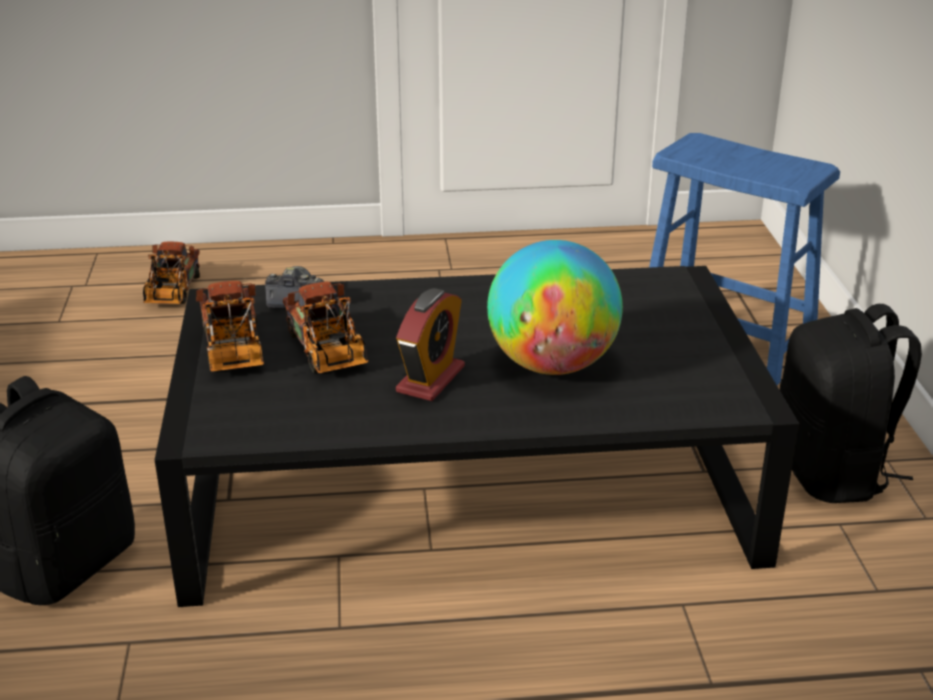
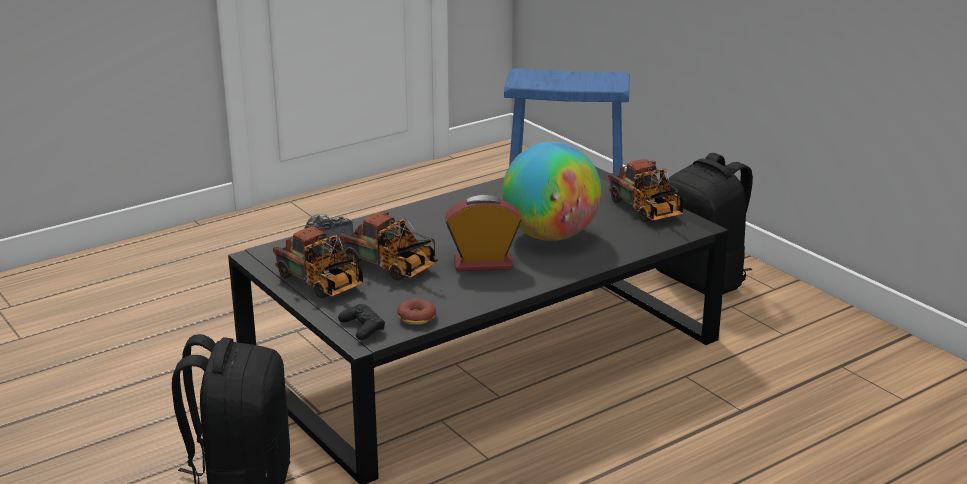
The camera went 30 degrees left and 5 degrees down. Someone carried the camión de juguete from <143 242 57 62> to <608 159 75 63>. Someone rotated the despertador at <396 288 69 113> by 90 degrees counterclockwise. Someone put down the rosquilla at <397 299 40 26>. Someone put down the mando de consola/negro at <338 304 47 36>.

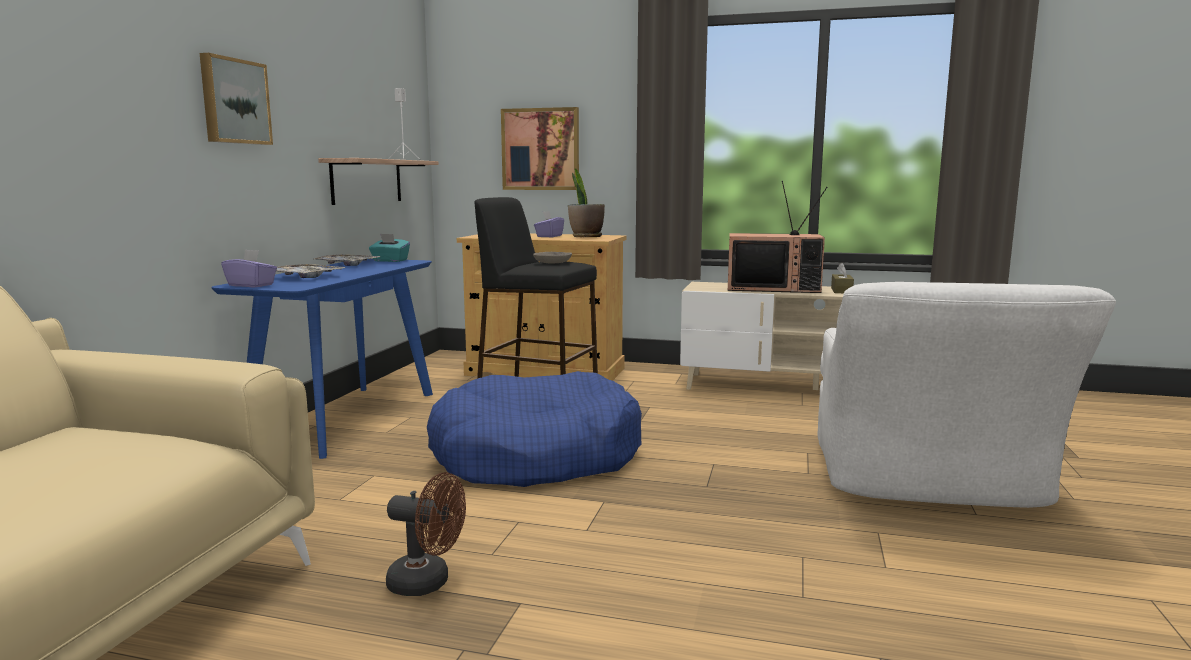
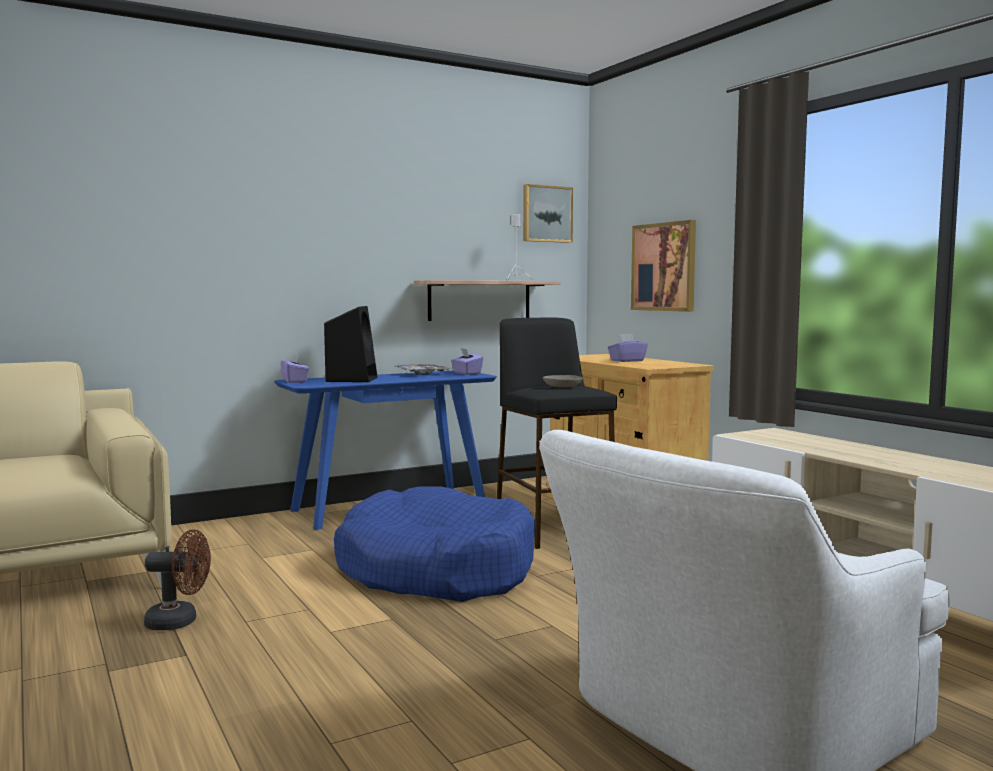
The camera went 45 degrees right and 5 degrees down. Someone carried the cuadro from <200 53 73 92> to <523 184 50 59>. Someone took away the planta en maceta at <568 168 37 69>. Someone took away the televisor at <728 181 100 112>. Someone repainted the caja de pañuelos/turquesa at <369 234 41 28>, which became the caja de pañuelos/morado at <451 348 32 27>. Someone took away the caja de pañuelos/marrón at <831 263 23 30>. Someone swapped the bandeja at <276 264 69 14> for the altavoz/negro at <324 306 54 76>. Someone rotated the ventilador/marrón at <386 472 80 124> by 60 degrees counterclockwise.

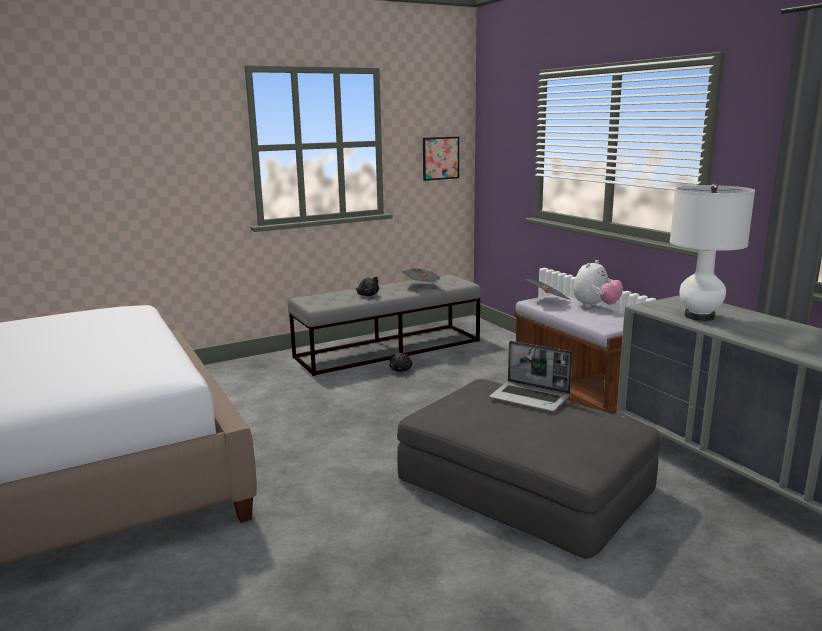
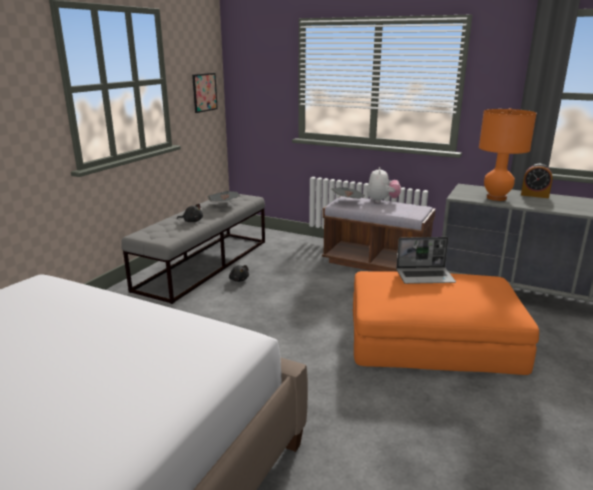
The camera went 35 degrees left and 5 degrees up. Someone repainted the lámpara de mesa/blanco at <670 184 85 137>, which became the lámpara de mesa/naranja at <479 108 58 93>. Someone repainted the puf/gris at <397 379 263 180>, which became the puf/naranja at <353 271 186 104>. Someone put down the despertador at <521 164 31 34>.

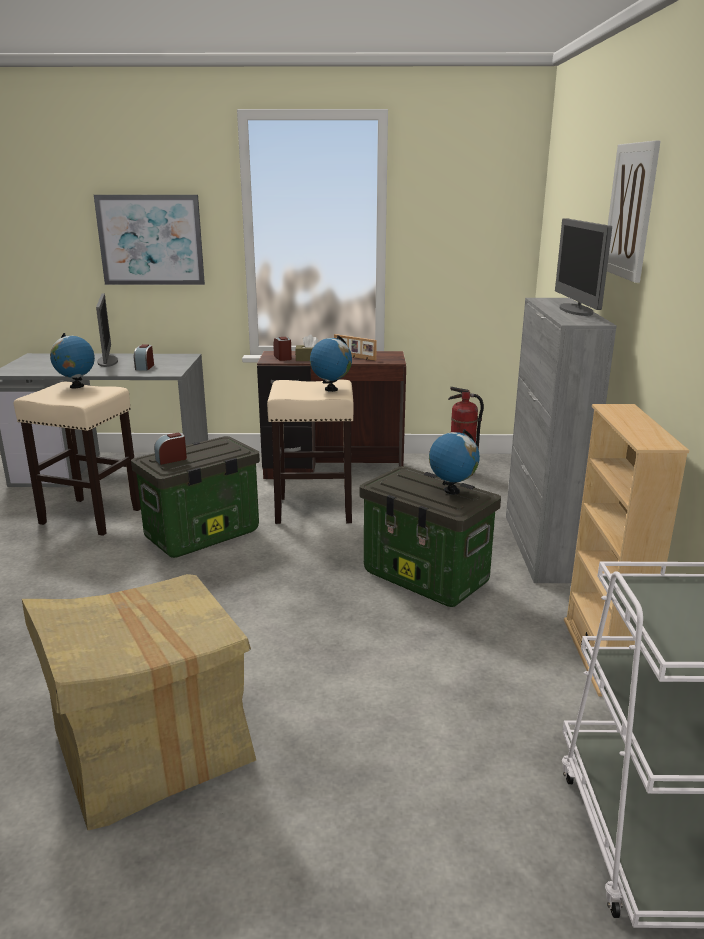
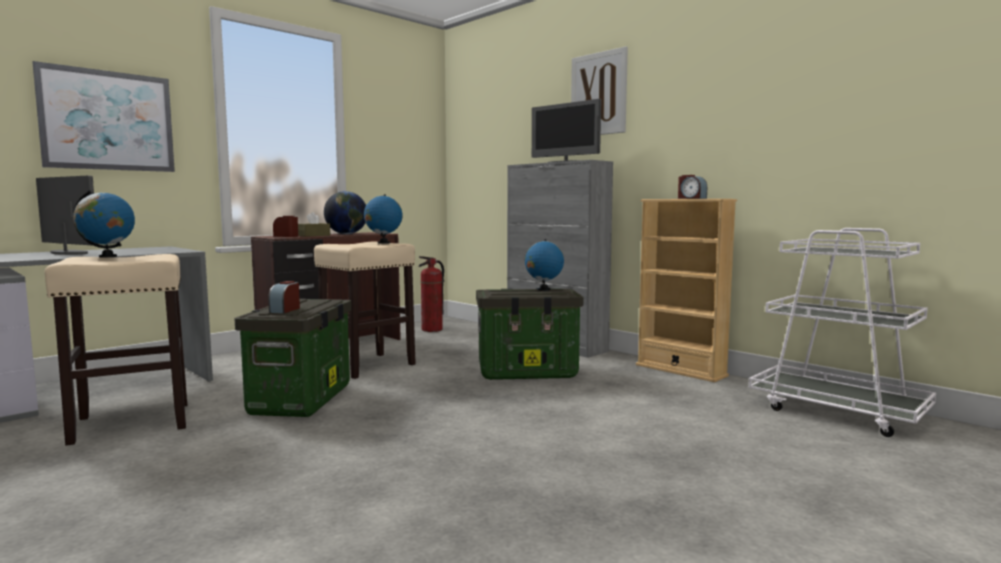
The camera went 45 degrees left and 15 degrees down. Someone swapped the portarretratos at <334 334 43 27> for the globo terráqueo at <324 191 42 43>. Someone carried the despertador from <134 344 20 26> to <678 175 29 24>. Someone took away the caja de cartón at <22 574 234 256>.

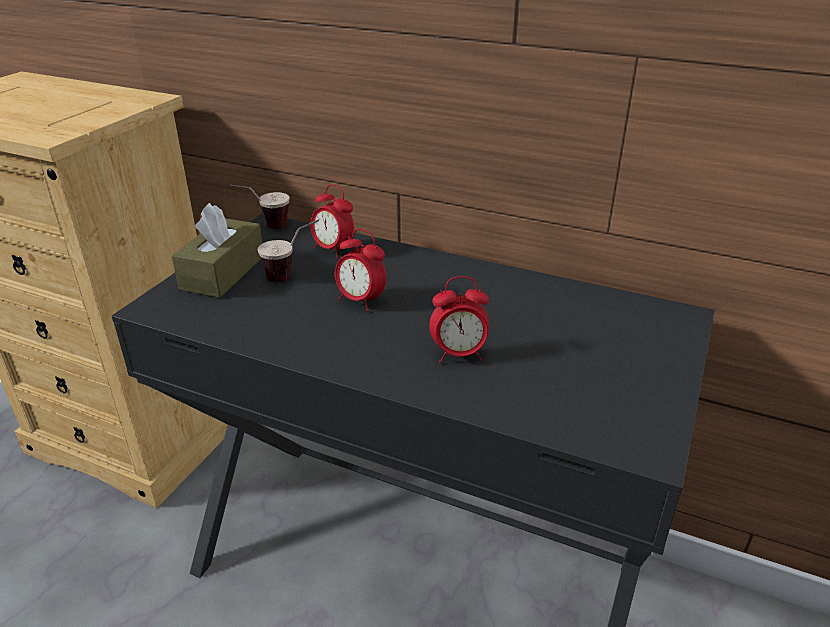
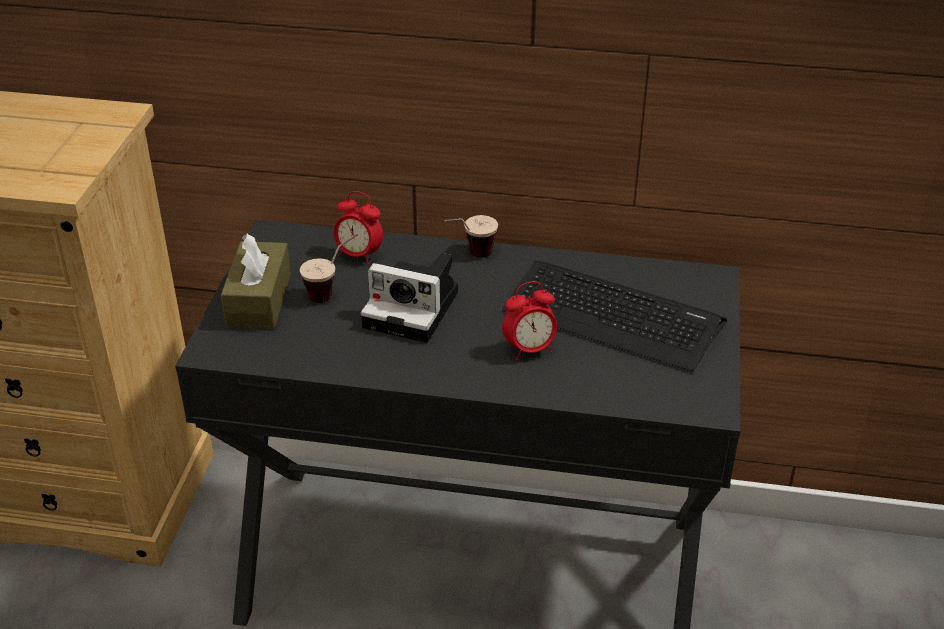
The camera went 15 degrees left and 5 degrees up. Someone carried the taza from <230 185 59 44> to <444 215 54 43>. Someone swapped the despertador at <335 229 51 82> for the cámara at <361 253 97 90>. Someone put down the teclado at <502 261 225 111>.

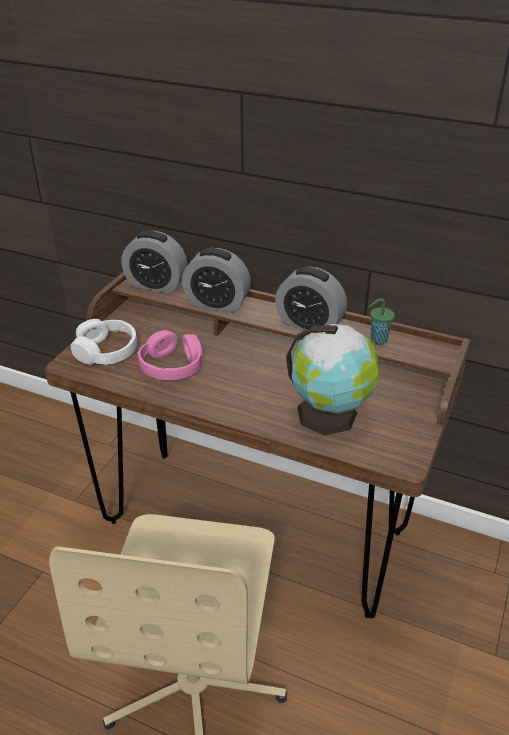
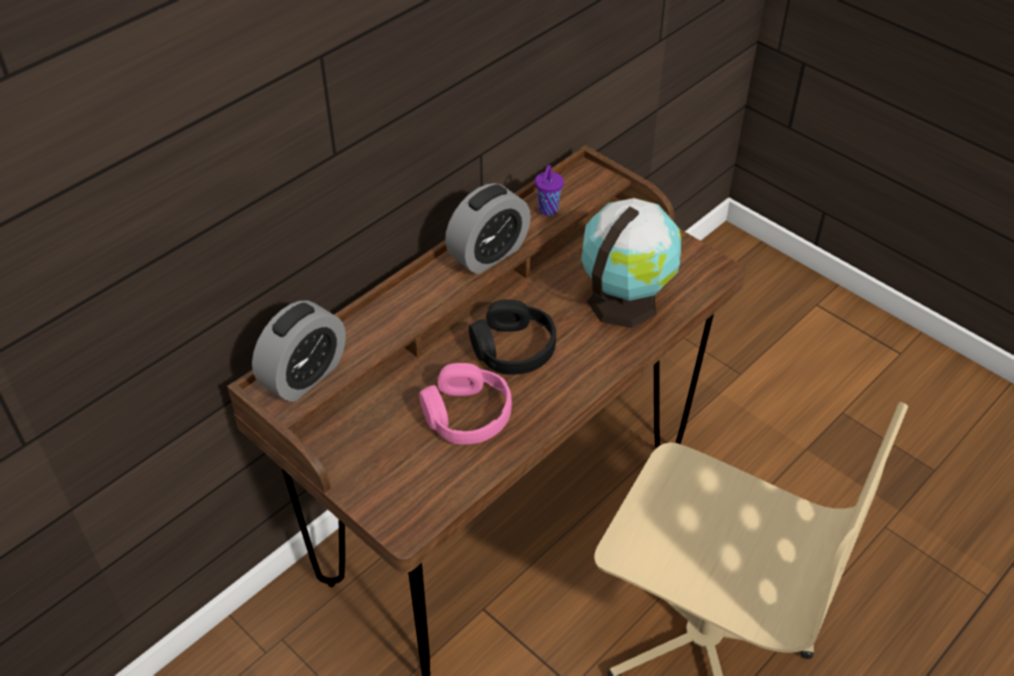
The camera went 70 degrees left and 10 degrees up. Someone took away the despertador at <182 248 69 65>. Someone repainted the taza/verde at <369 298 26 47>, which became the taza/morado at <535 165 29 51>. Someone took away the auriculares/blanco at <71 319 66 46>. Someone put down the auriculares/negro at <469 299 87 76>.

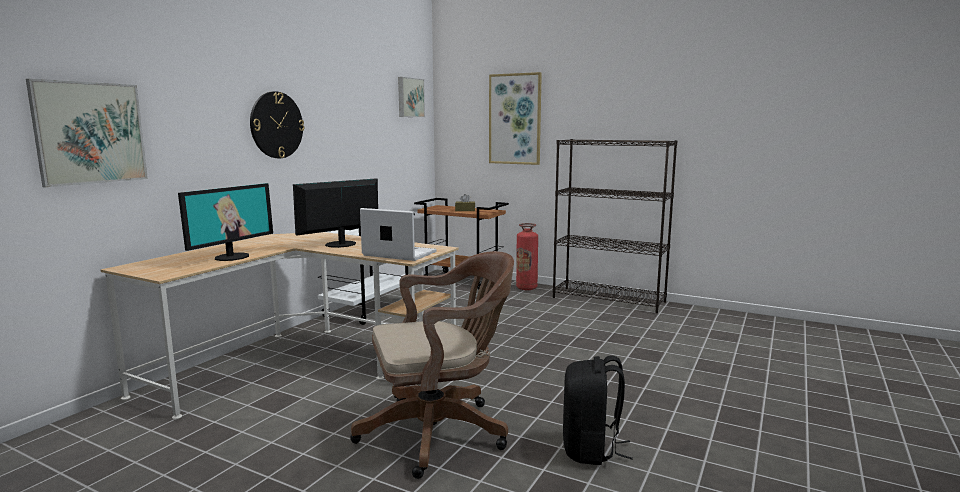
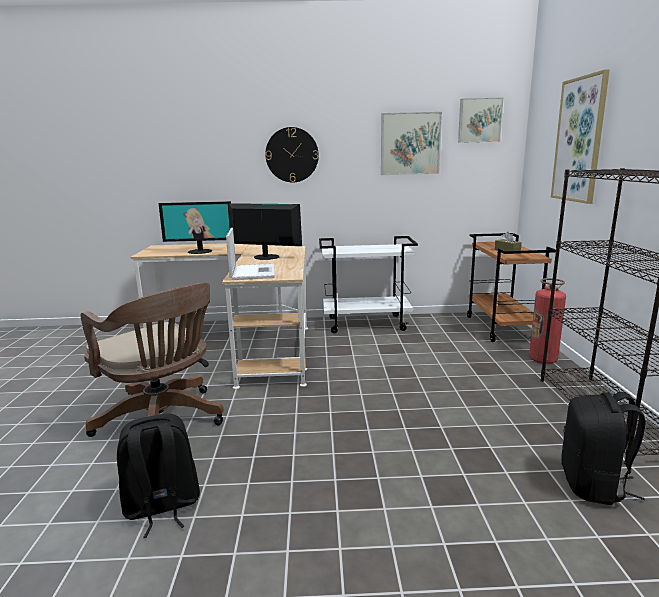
The camera went 60 degrees right and 5 degrees up. Someone carried the cuadro from <26 79 122 109> to <381 112 61 63>. Someone put down the mochila/negro at <561 392 84 113>.

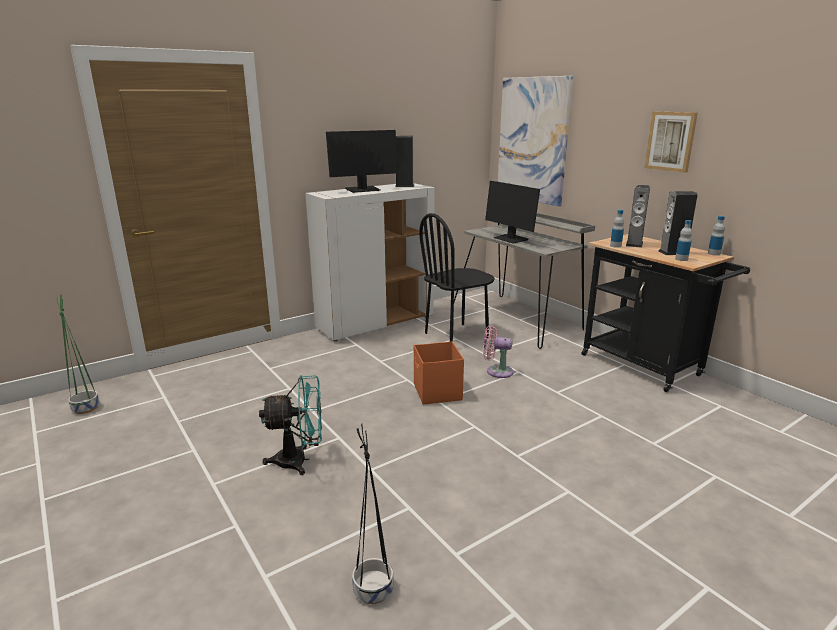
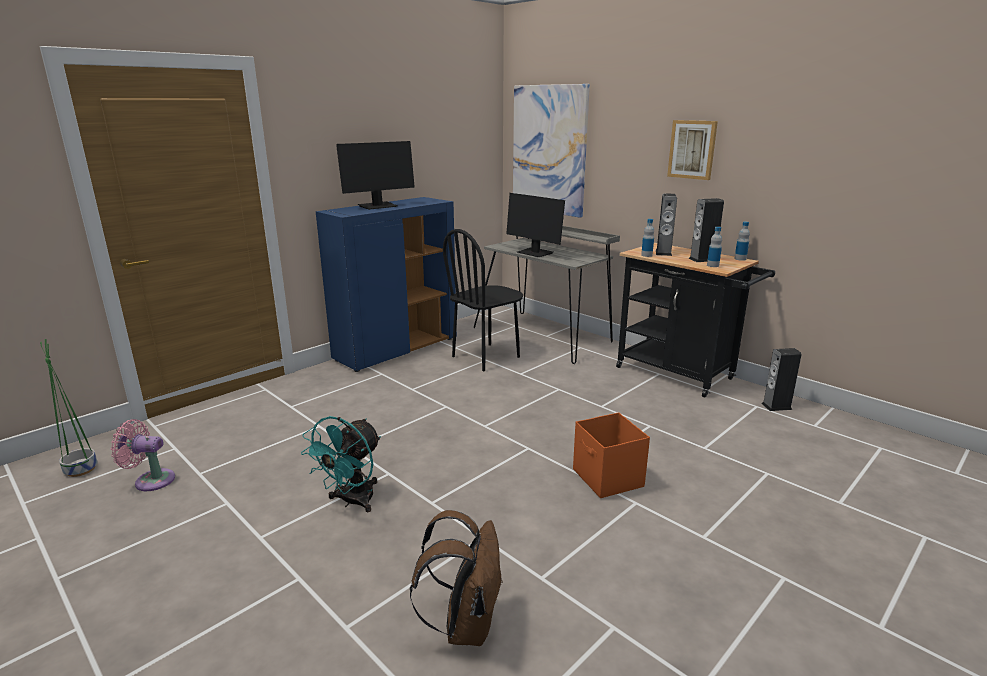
The camera went 10 degrees left and 0 degrees up. Someone carried the altavoz from <395 135 20 52> to <761 348 41 63>. Someone repainted the armario/blanco at <305 183 130 158>, which became the armario/azul at <316 197 141 175>. Someone carried the ventilador/rosa from <483 325 31 53> to <111 419 64 72>. Someone carried the caja de almacenaje/naranja from <414 341 50 64> to <573 412 77 86>. Someone rotated the ventilador/turquesa at <259 375 63 100> by 135 degrees clockwise. Someone swapped the maceta/negro at <352 424 41 180> for the mochila/marrón at <410 510 93 136>.

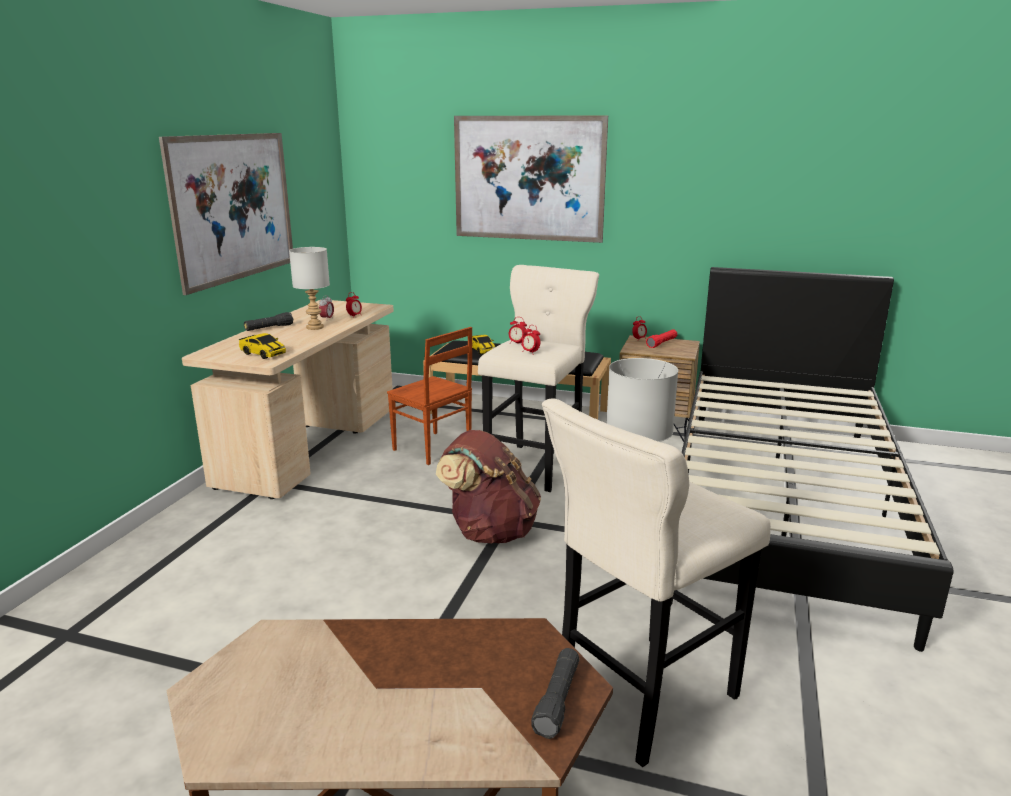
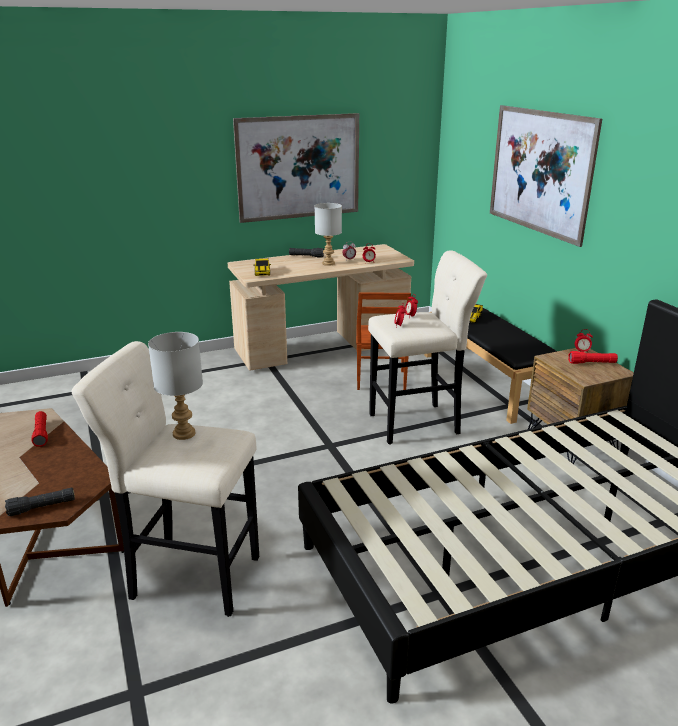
The camera went 50 degrees right and 5 degrees up. Someone took away the mochila/marrón at <436 430 105 113>. Someone put down the linterna/rojo at <31 411 17 36>.

